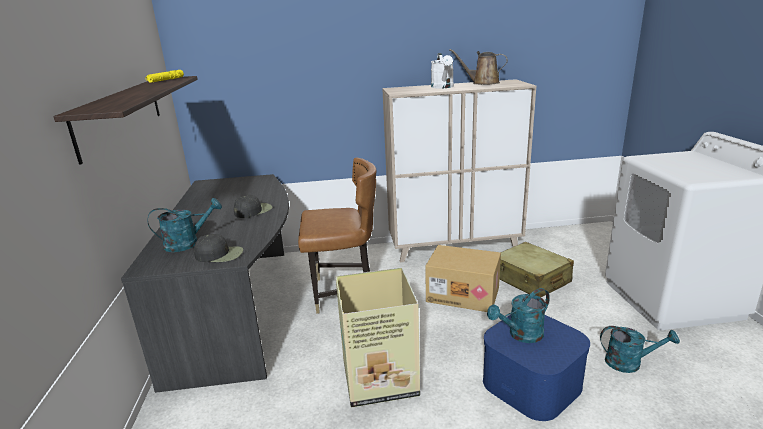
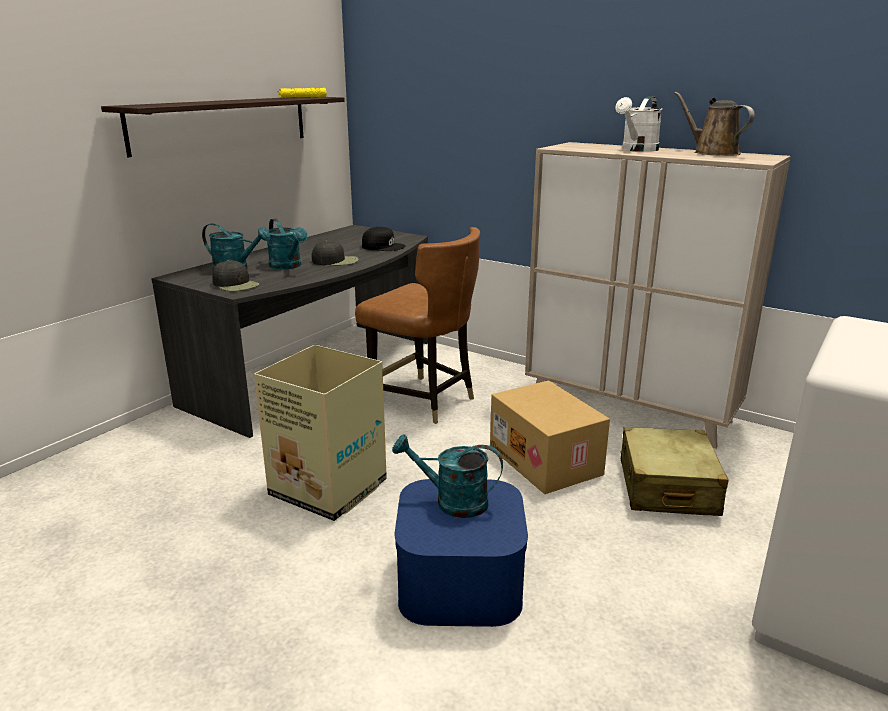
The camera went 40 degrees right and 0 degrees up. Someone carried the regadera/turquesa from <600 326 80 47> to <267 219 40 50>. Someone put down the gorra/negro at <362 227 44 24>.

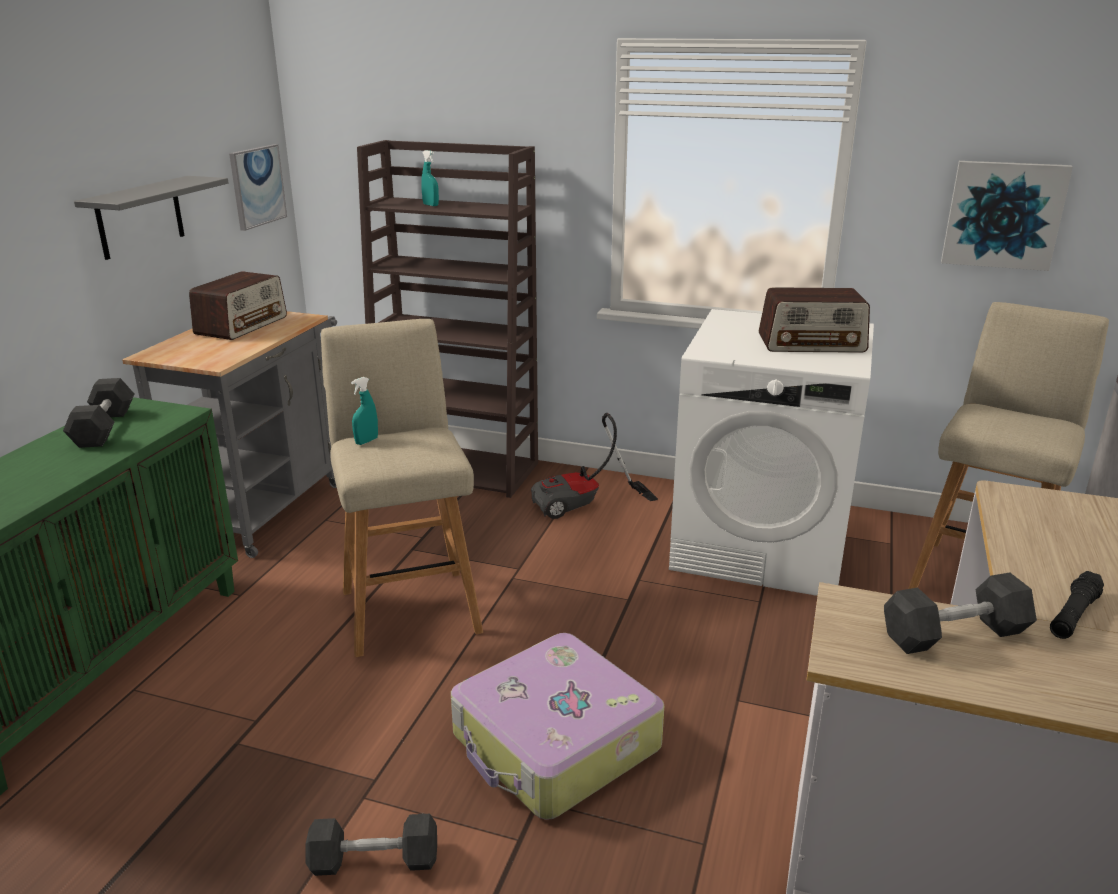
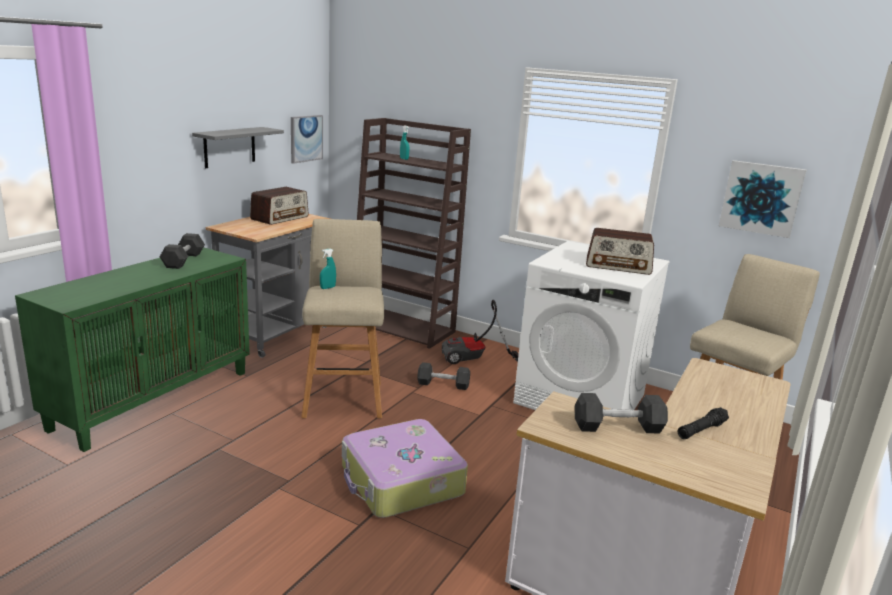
The camera went 10 degrees right and 5 degrees down. Someone carried the mancuerna/negro from <305 814 132 62> to <417 362 53 28>.

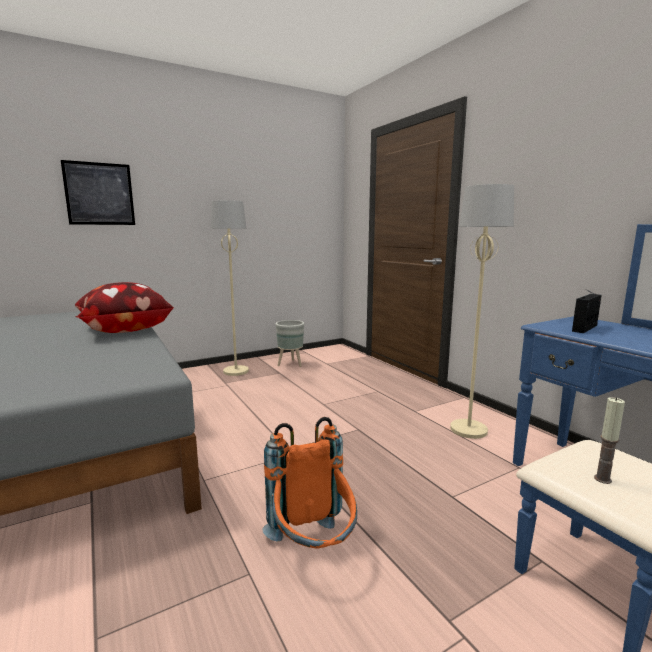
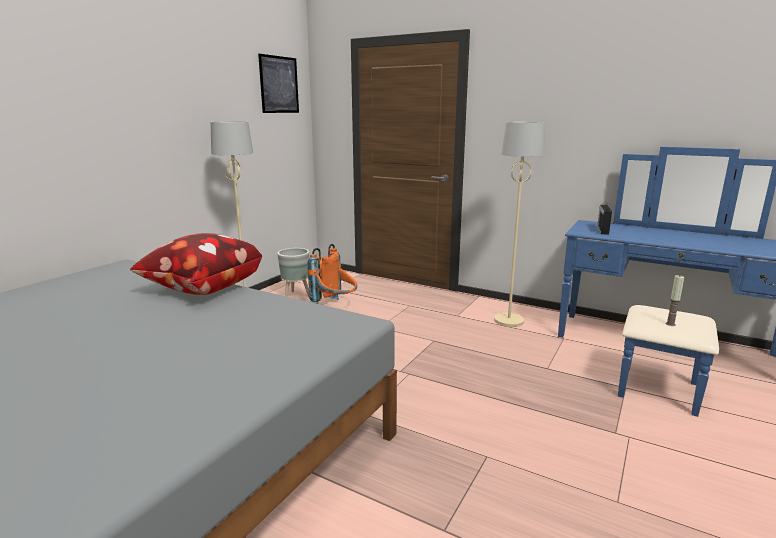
The camera went 30 degrees left and 5 degrees up. Someone carried the cuadro from <61 160 74 65> to <258 54 41 59>. Someone carried the mochila/naranja from <262 417 95 131> to <307 244 50 60>.

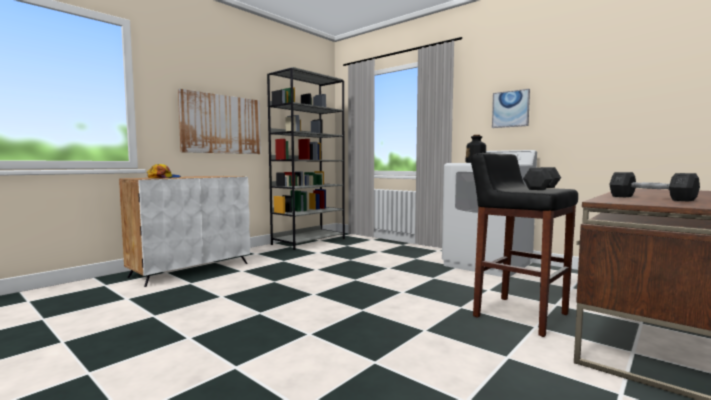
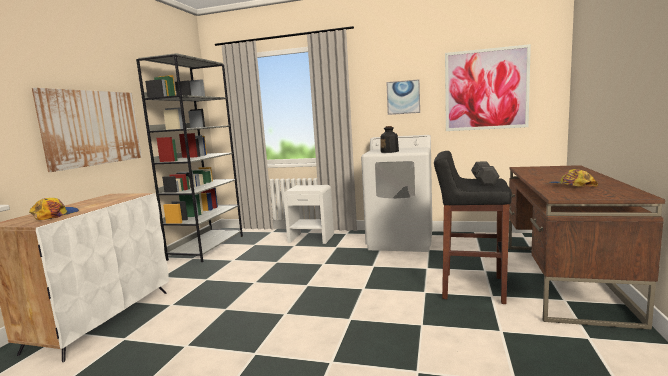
The camera went 25 degrees left and 5 degrees up. Someone swapped the mancuerna/gris at <609 172 91 30> for the gorra at <549 169 49 18>. Someone put up the cuadro at <445 44 86 87>. Someone put down the mesita de noche/blanco at <283 185 51 59>.

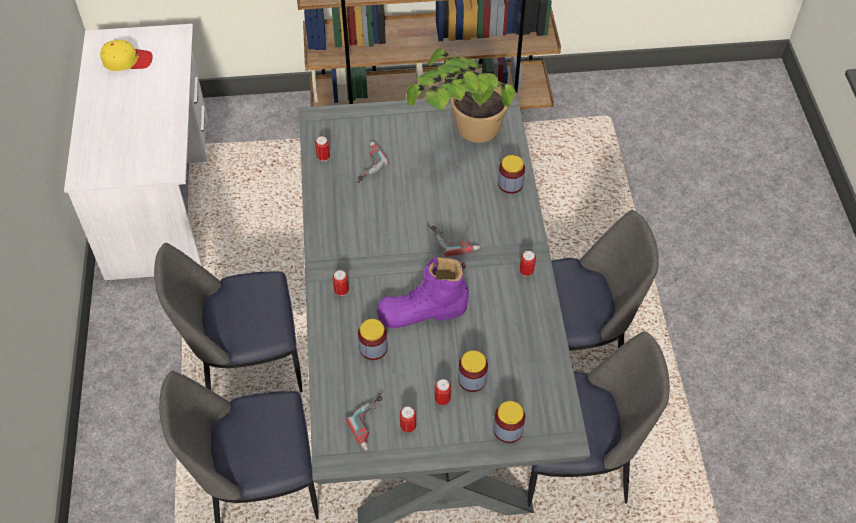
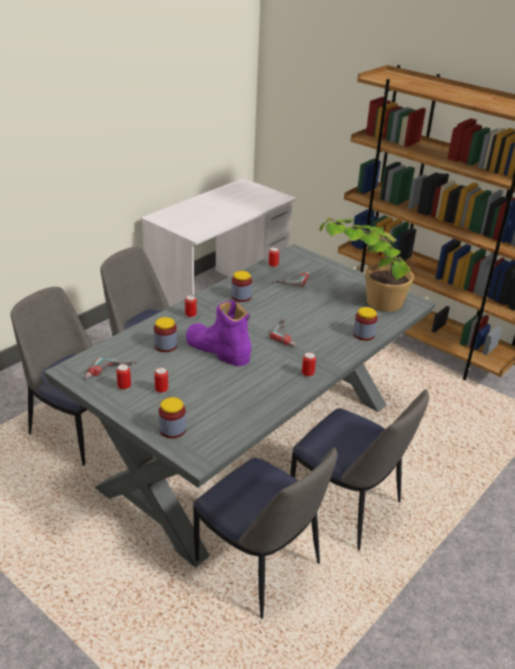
The camera went 45 degrees right and 20 degrees down. Someone took away the gorra/amarillo at <100 40 53 31>. Someone carried the tarro from <458 350 30 42> to <231 271 21 31>.

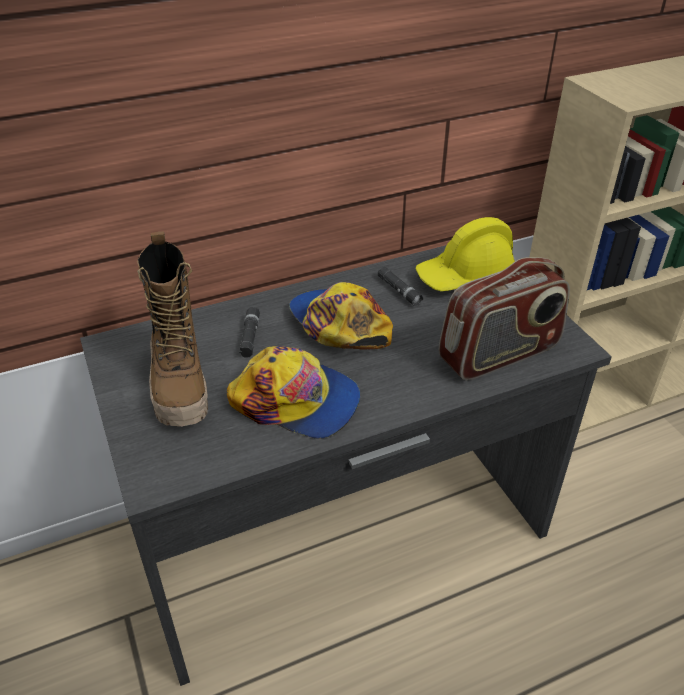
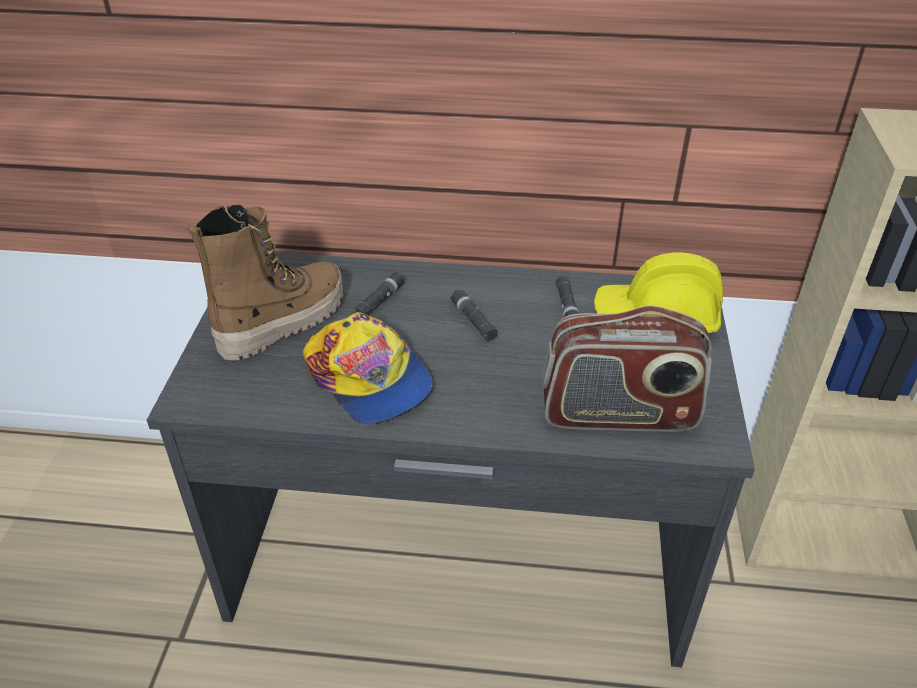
The camera went 30 degrees right and 0 degrees up. Someone rotated the bota at <137 232 71 195> by 150 degrees counterclockwise. Someone swapped the gorra at <289 282 104 68> for the linterna/negro at <450 290 48 51>.

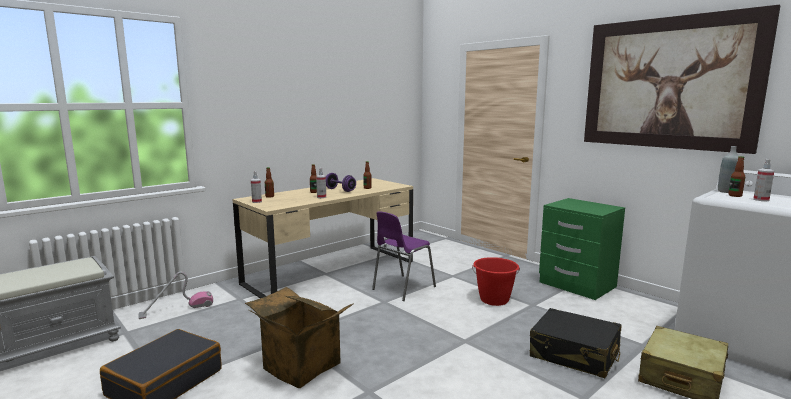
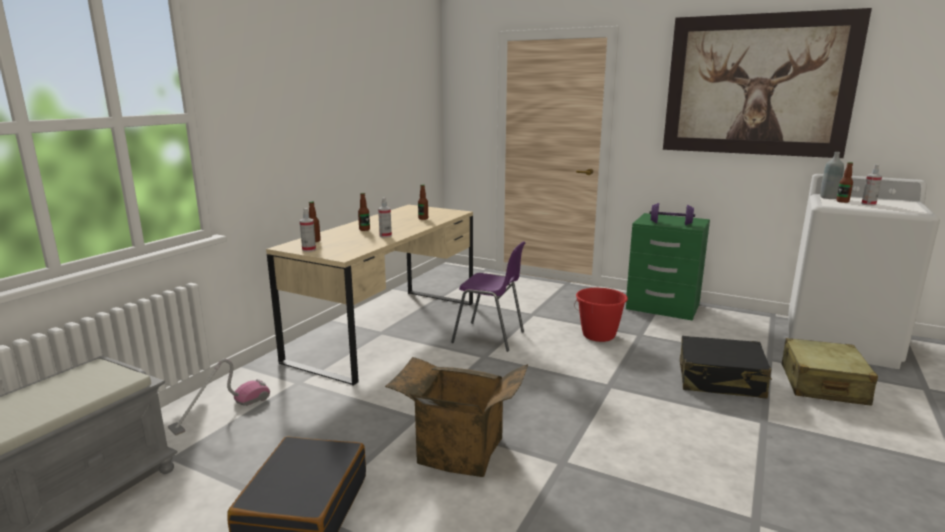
The camera went 20 degrees left and 5 degrees up. Someone carried the mancuerna/morado from <326 173 30 19> to <649 203 46 22>. Someone rotated the silla/morado at <372 212 64 89> by 90 degrees counterclockwise.

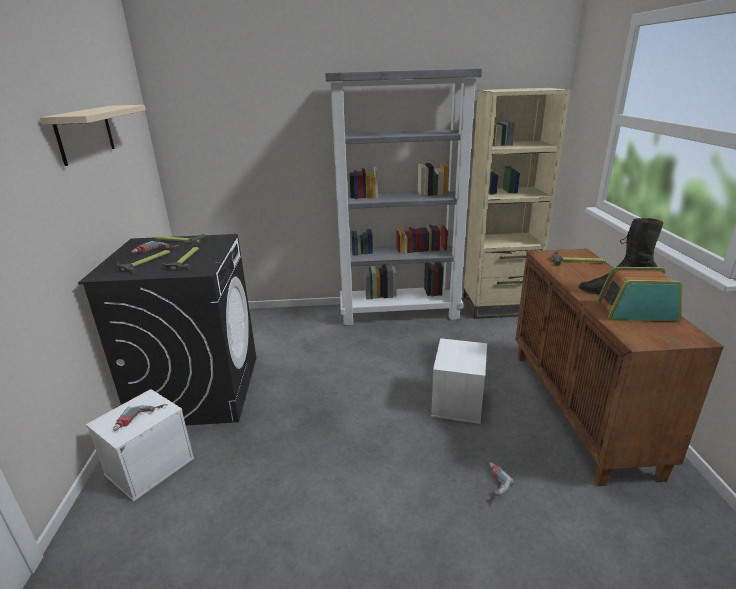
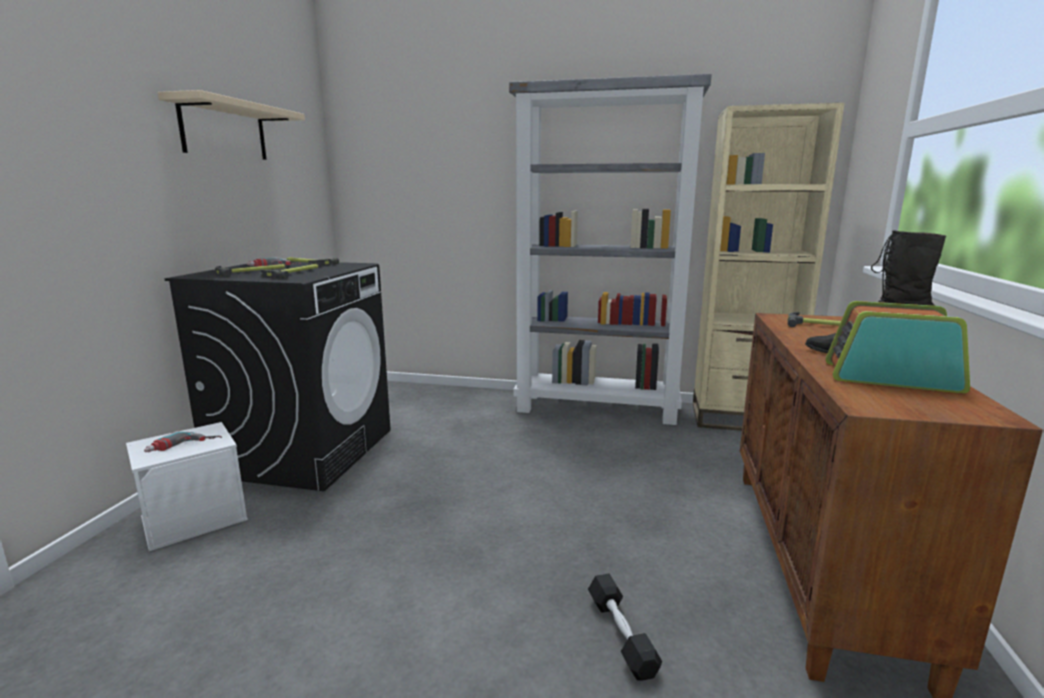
The camera went 15 degrees right and 10 degrees down. Someone took away the caja de almacenaje/blanco at <431 338 56 86>. Someone swapped the taladro at <489 462 25 42> for the mancuerna/negro at <588 574 74 107>.

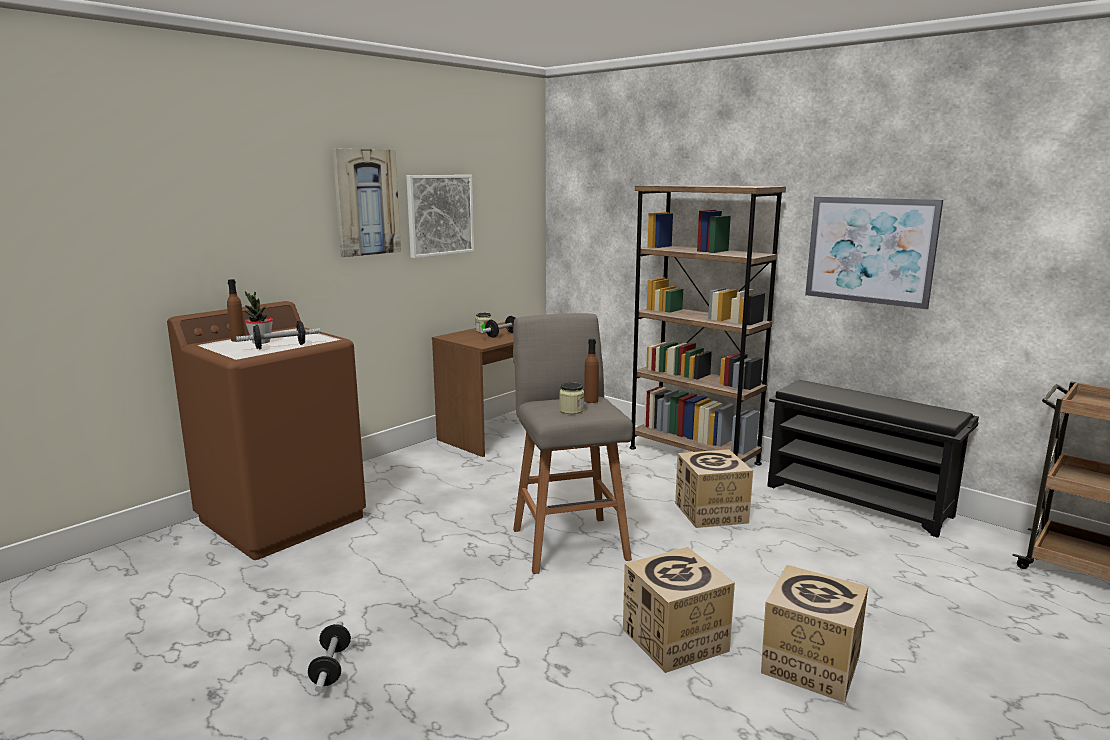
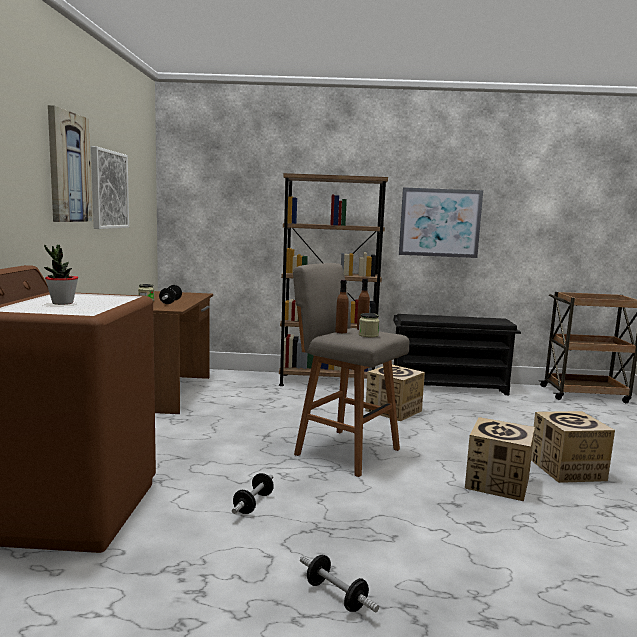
The camera went 40 degrees left and 5 degrees down. Someone carried the botella/marrón from <227 279 18 63> to <335 280 13 53>. Someone carried the mancuerna from <236 321 85 28> to <232 473 42 41>.

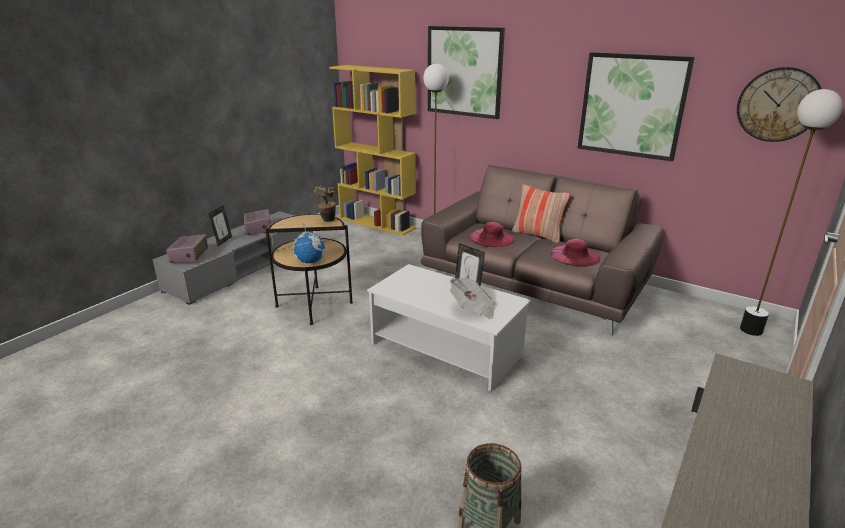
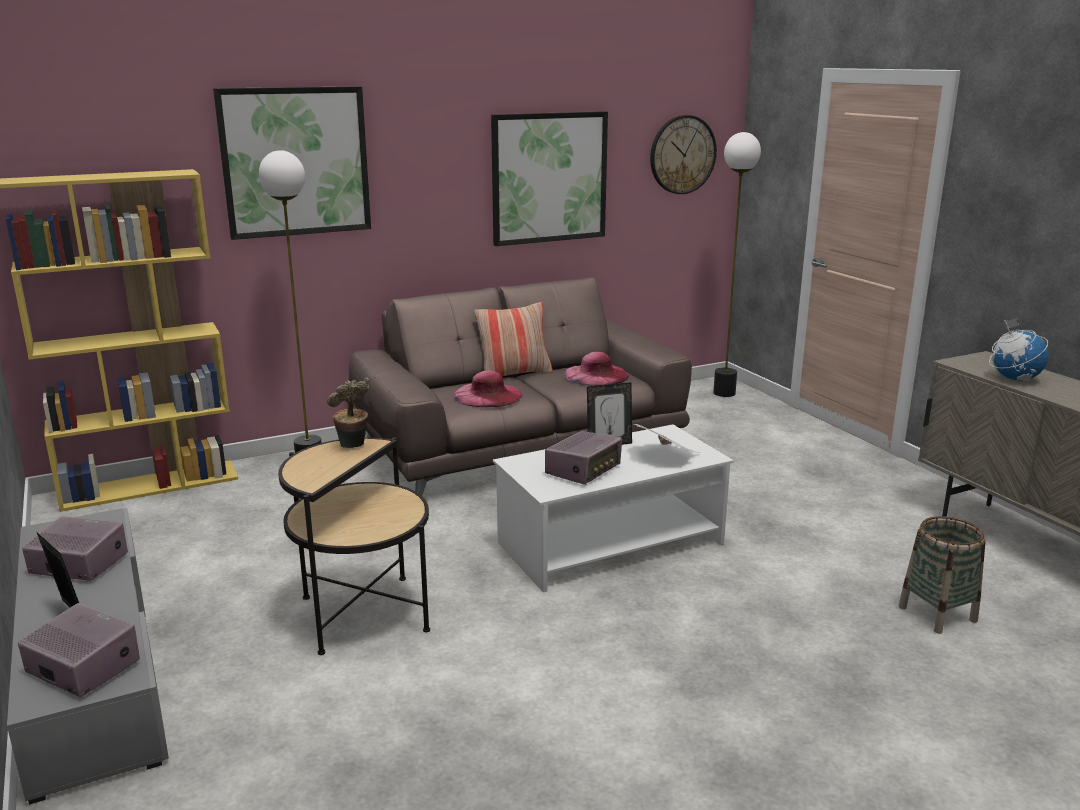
The camera went 60 degrees left and 5 degrees down. Someone carried the globo terráqueo from <291 223 35 41> to <989 318 59 63>. Someone put down the radio at <545 431 77 54>.

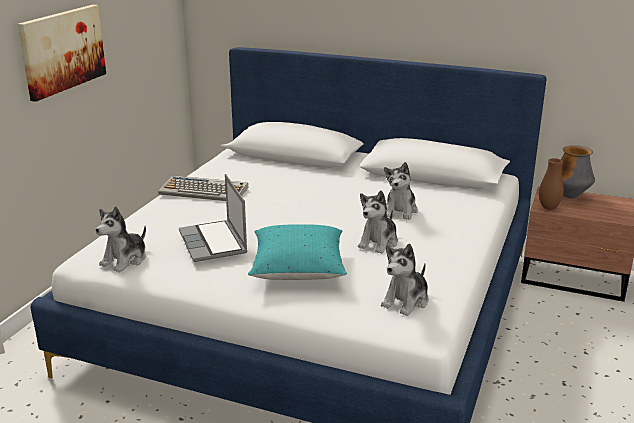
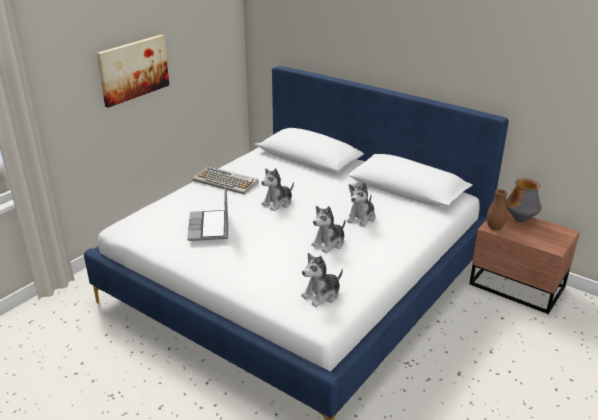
The camera went 15 degrees right and 5 degrees up. Someone carried the peluche from <96 206 50 66> to <261 168 33 43>. Someone took away the cojín/turquesa at <248 224 99 56>.

